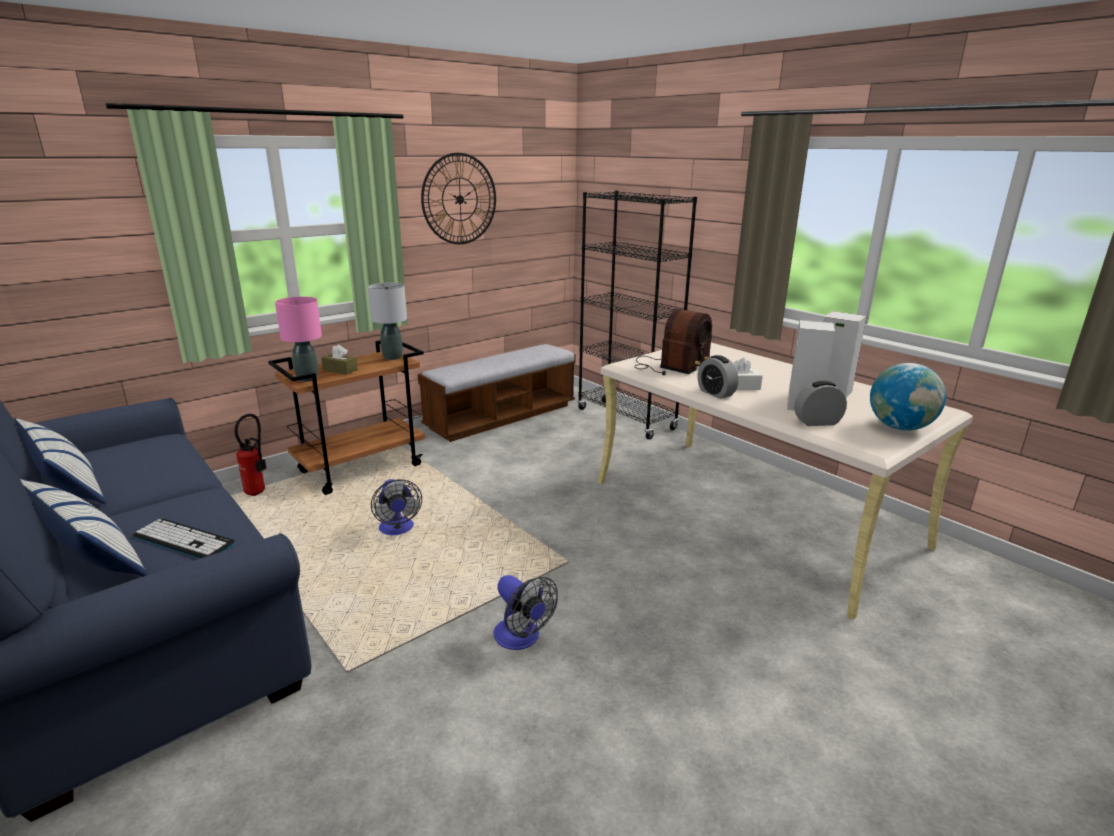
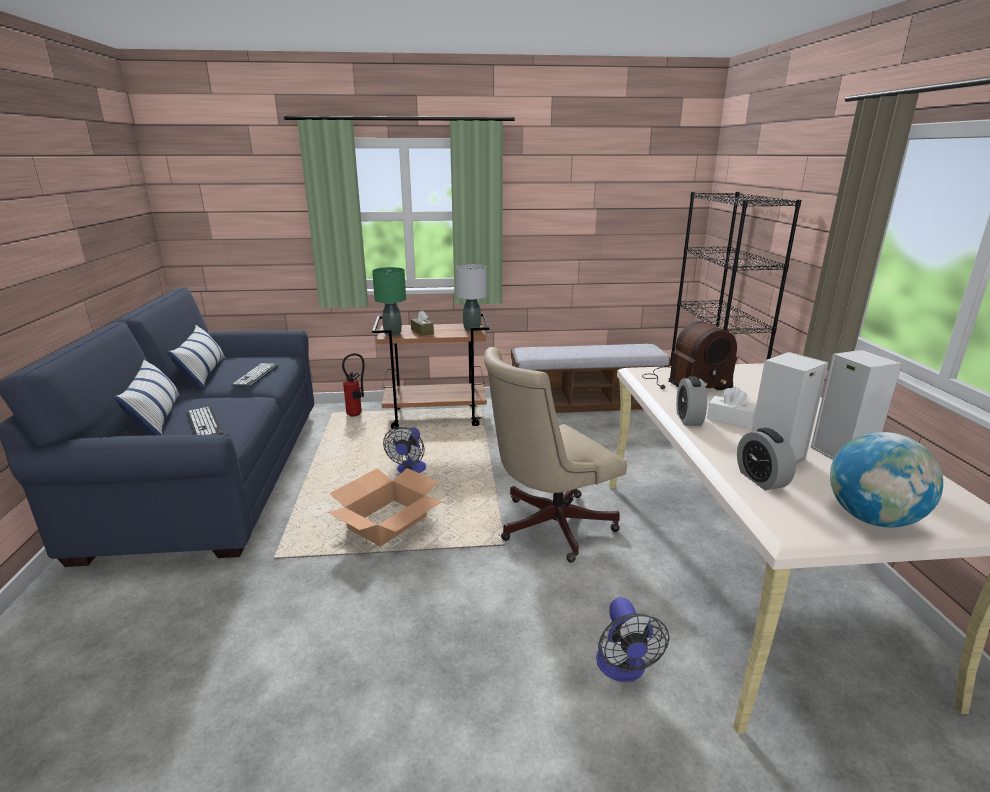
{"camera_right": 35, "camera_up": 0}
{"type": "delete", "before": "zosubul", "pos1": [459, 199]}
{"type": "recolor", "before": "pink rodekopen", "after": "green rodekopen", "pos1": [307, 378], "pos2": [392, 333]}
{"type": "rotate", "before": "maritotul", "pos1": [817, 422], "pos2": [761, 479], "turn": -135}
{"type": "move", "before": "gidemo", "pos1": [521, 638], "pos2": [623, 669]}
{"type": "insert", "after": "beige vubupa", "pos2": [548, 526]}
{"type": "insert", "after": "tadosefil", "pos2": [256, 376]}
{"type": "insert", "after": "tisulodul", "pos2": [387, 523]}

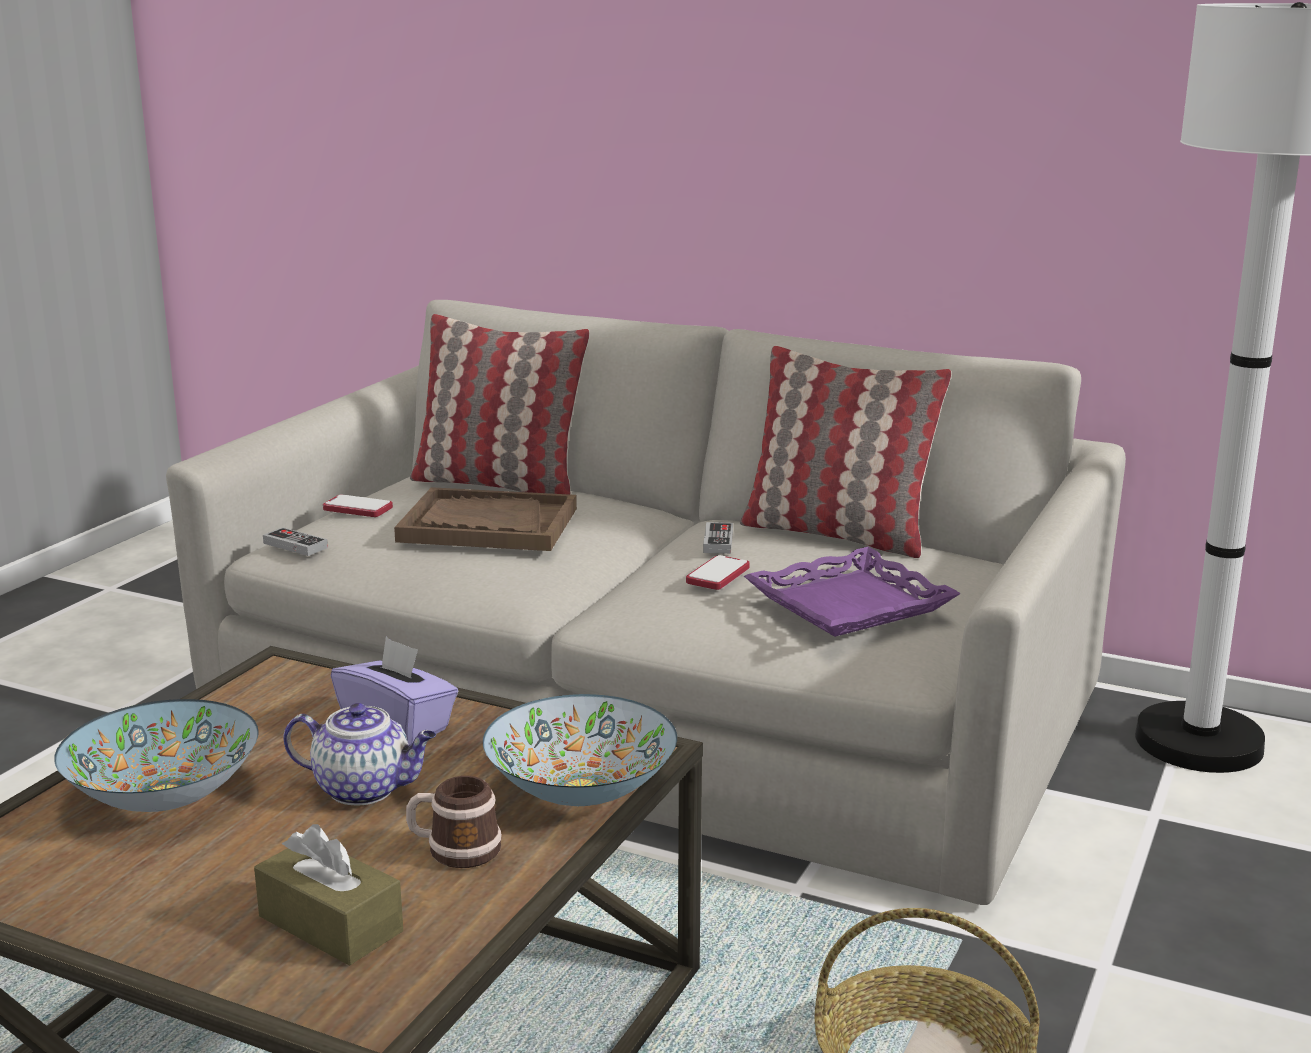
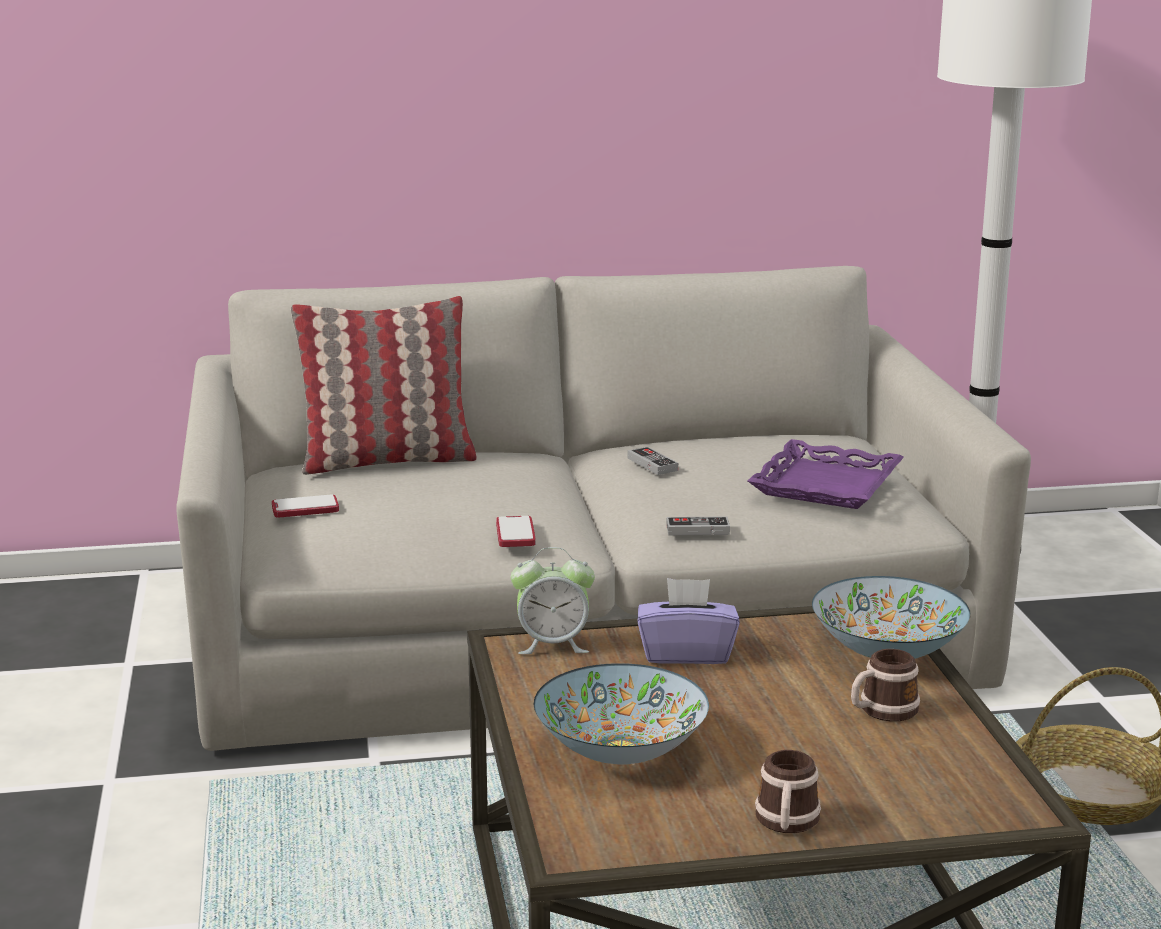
{"camera_right": -35, "camera_up": 0}
{"type": "delete", "before": "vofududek", "pos1": [837, 534]}
{"type": "delete", "before": "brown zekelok", "pos1": [487, 525]}
{"type": "move", "before": "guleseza", "pos1": [295, 545], "pos2": [697, 530]}
{"type": "move", "before": "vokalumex", "pos1": [718, 575], "pos2": [515, 534]}
{"type": "delete", "before": "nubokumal", "pos1": [365, 789]}
{"type": "delete", "before": "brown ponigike", "pos1": [330, 924]}
{"type": "insert", "after": "maritotul", "pos2": [553, 644]}
{"type": "insert", "after": "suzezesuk", "pos2": [786, 823]}

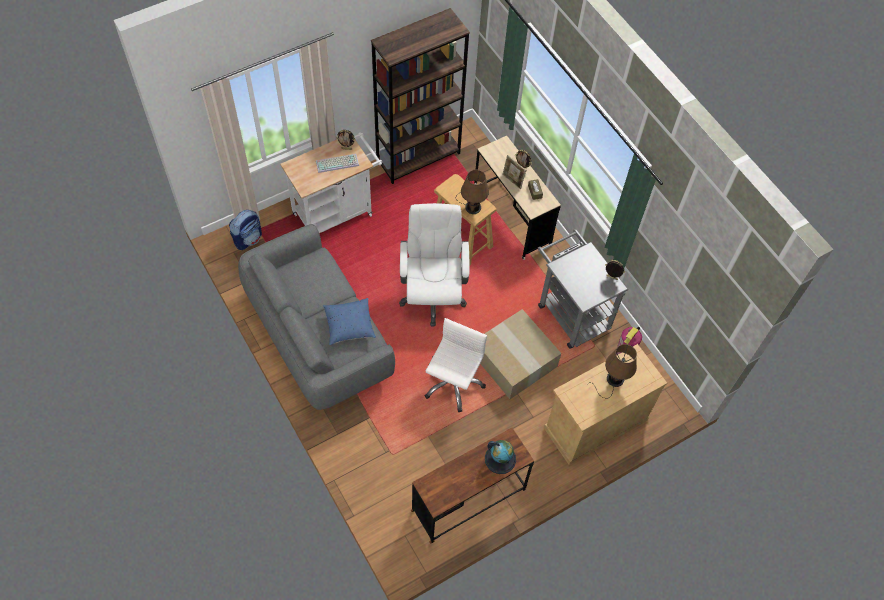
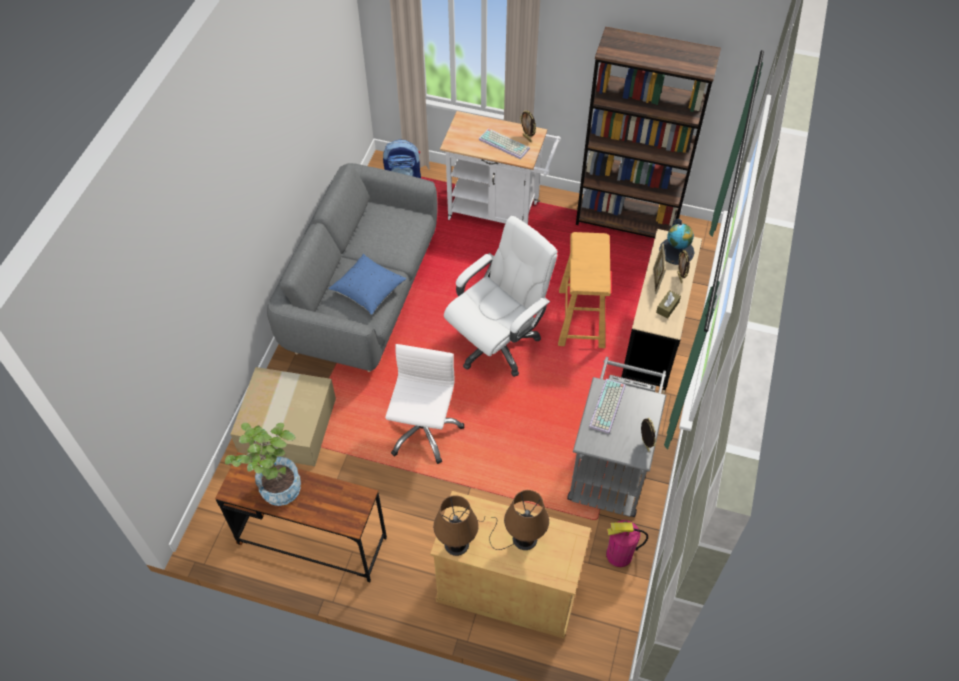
{"camera_right": 50, "camera_up": -5}
{"type": "move", "before": "brown rodekopen", "pos1": [472, 206], "pos2": [457, 541]}
{"type": "move", "before": "tisulodul", "pos1": [513, 360], "pos2": [287, 424]}
{"type": "rotate", "before": "white vubupa", "pos1": [453, 383], "pos2": [423, 430], "turn": -60}
{"type": "move", "before": "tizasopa", "pos1": [500, 459], "pos2": [676, 251]}
{"type": "insert", "after": "tadosefil", "pos2": [608, 407]}
{"type": "insert", "after": "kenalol", "pos2": [276, 484]}

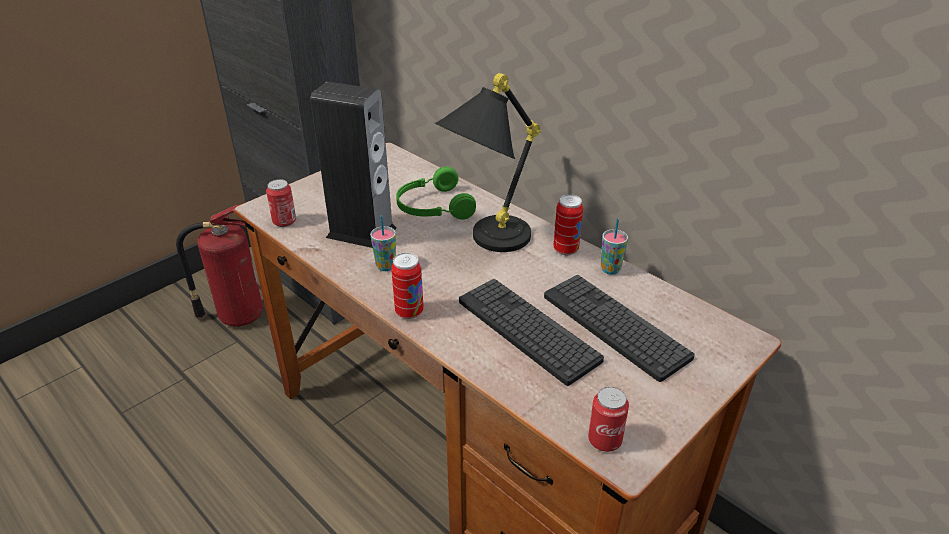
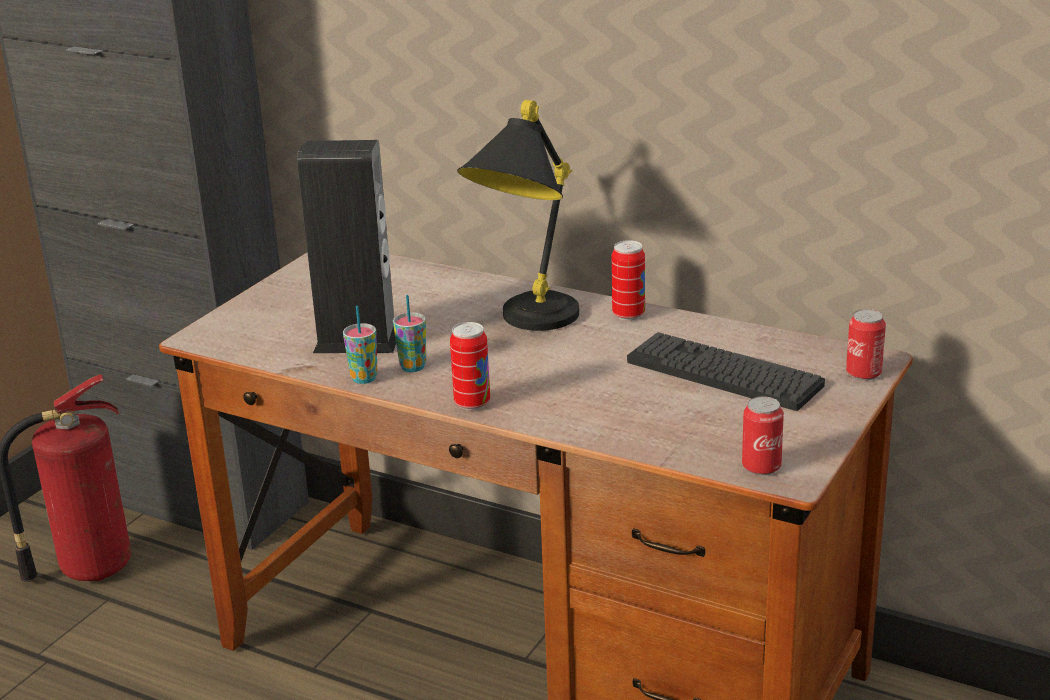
{"camera_right": -15, "camera_up": -10}
{"type": "delete", "before": "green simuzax", "pos1": [432, 207]}
{"type": "move", "before": "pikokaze", "pos1": [284, 221], "pos2": [863, 373]}
{"type": "move", "before": "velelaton", "pos1": [610, 269], "pos2": [364, 378]}
{"type": "delete", "before": "tadosefil", "pos1": [527, 330]}

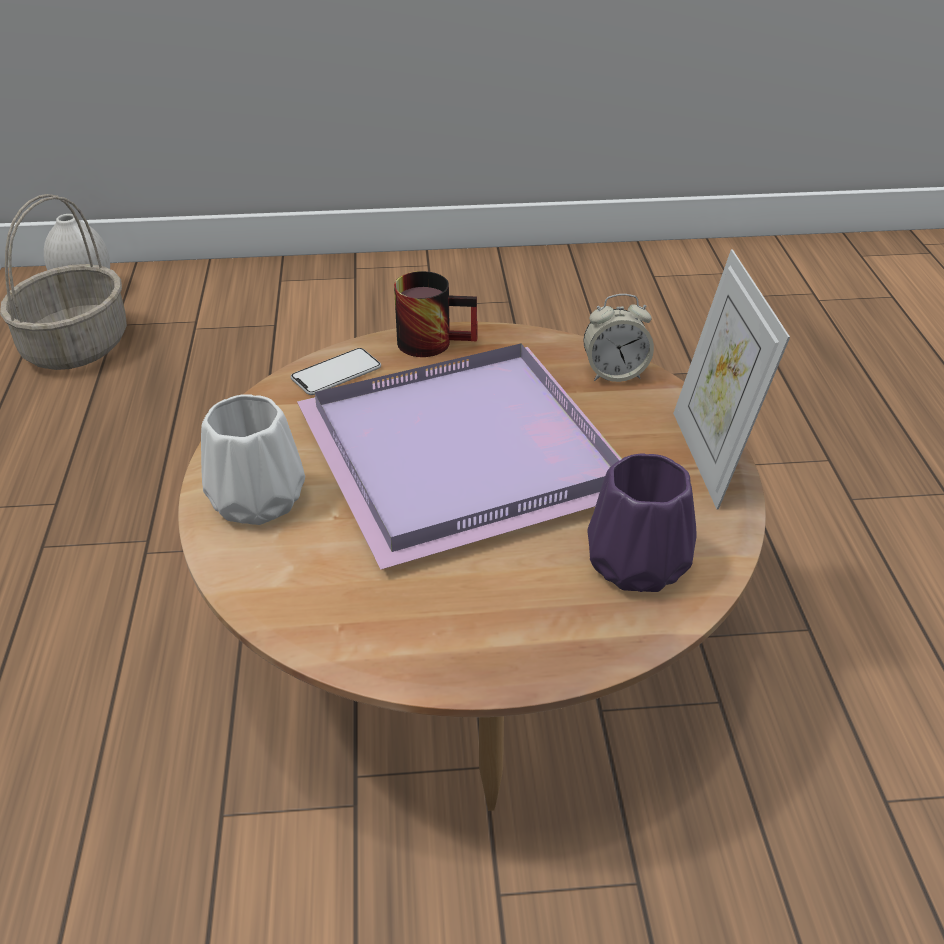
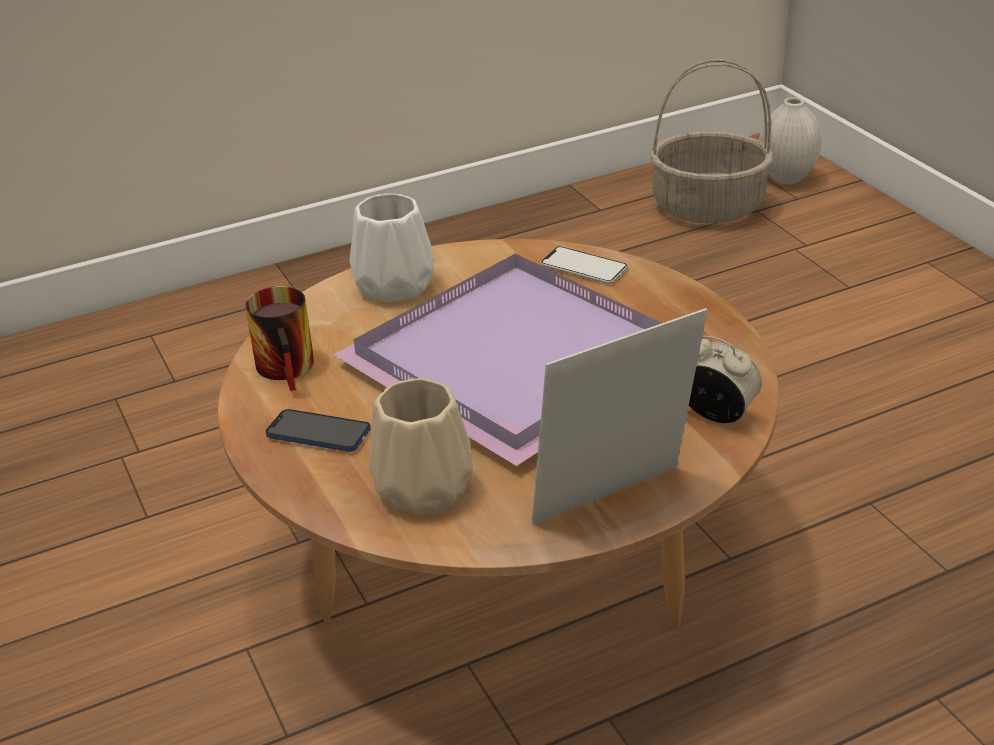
{"camera_right": 70, "camera_up": -5}
{"type": "move", "before": "suzezesuk", "pos1": [434, 340], "pos2": [292, 368]}
{"type": "rotate", "before": "maritotul", "pos1": [614, 373], "pos2": [717, 414], "turn": 150}
{"type": "recolor", "before": "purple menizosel", "after": "beige menizosel", "pos1": [639, 562], "pos2": [425, 489]}
{"type": "insert", "after": "vokalumex", "pos2": [318, 433]}

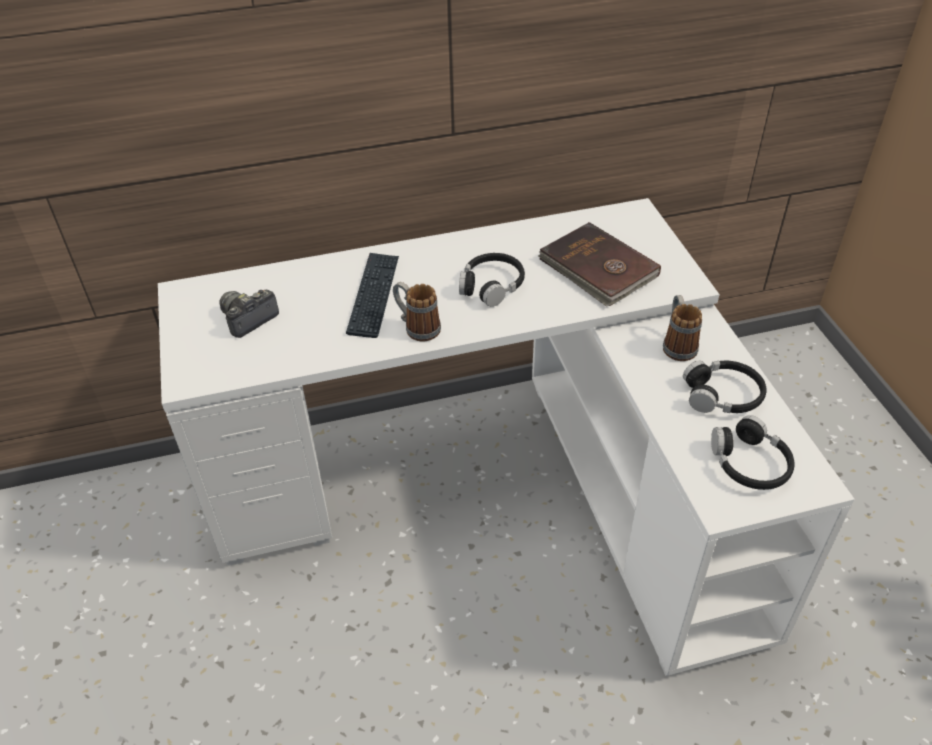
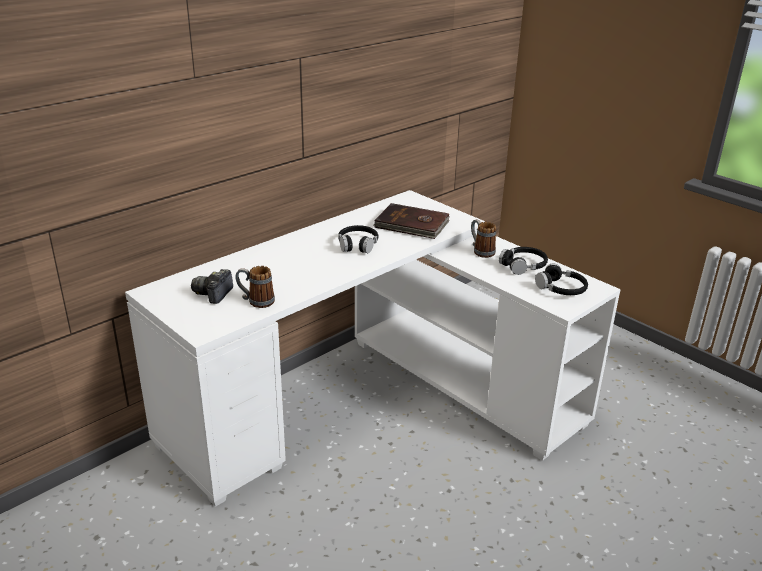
{"camera_right": -30, "camera_up": -15}
{"type": "delete", "before": "tadosefil", "pos1": [374, 295]}
{"type": "move", "before": "suzezesuk", "pos1": [417, 327], "pos2": [256, 301]}

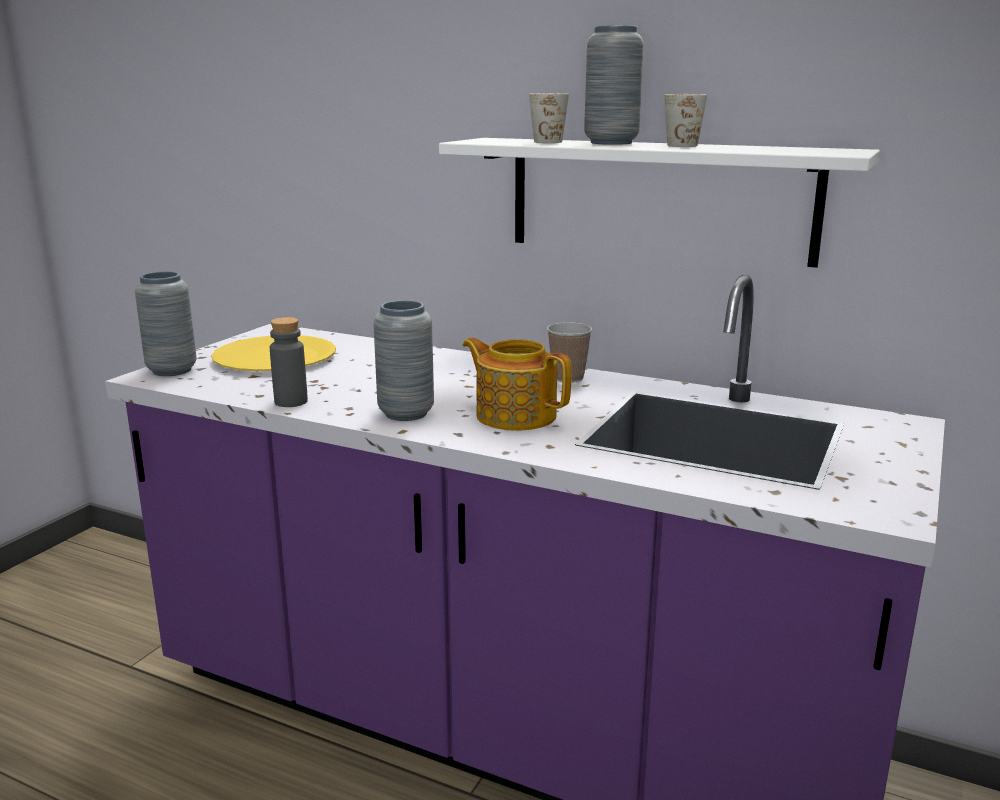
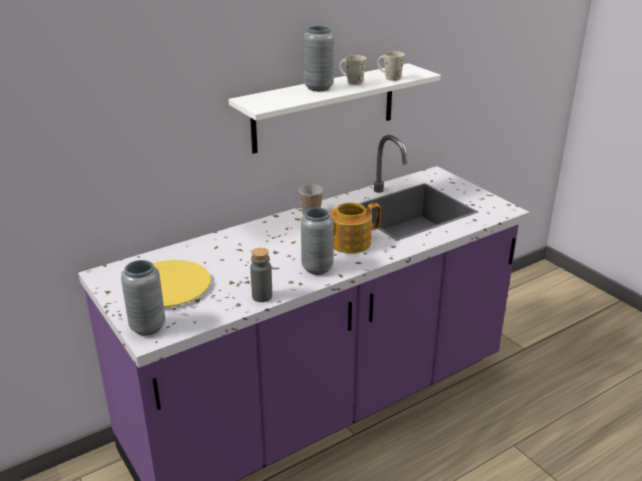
{"camera_right": -60, "camera_up": 10}
{"type": "move", "before": "white suzezesuk", "pos1": [549, 141], "pos2": [388, 77]}

